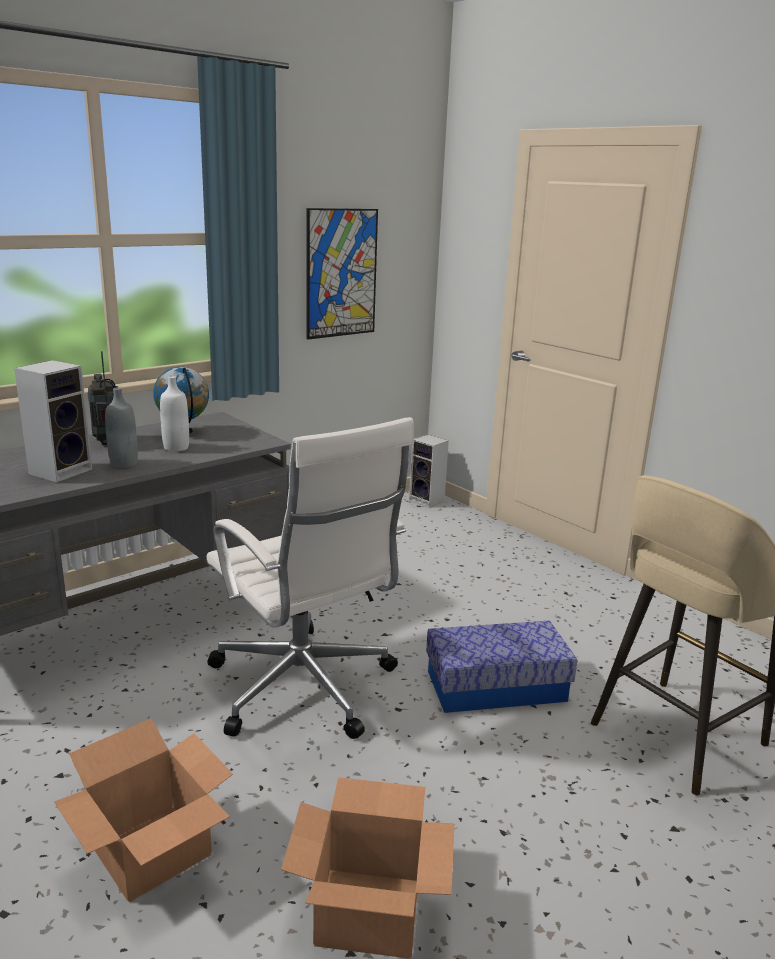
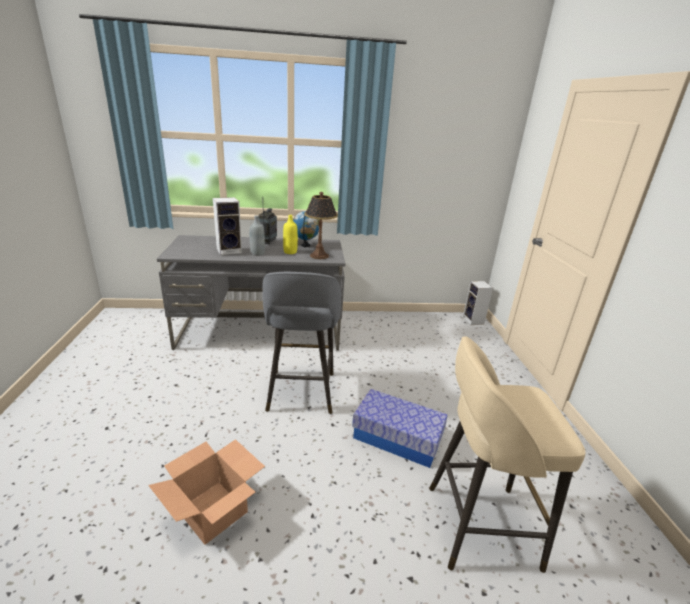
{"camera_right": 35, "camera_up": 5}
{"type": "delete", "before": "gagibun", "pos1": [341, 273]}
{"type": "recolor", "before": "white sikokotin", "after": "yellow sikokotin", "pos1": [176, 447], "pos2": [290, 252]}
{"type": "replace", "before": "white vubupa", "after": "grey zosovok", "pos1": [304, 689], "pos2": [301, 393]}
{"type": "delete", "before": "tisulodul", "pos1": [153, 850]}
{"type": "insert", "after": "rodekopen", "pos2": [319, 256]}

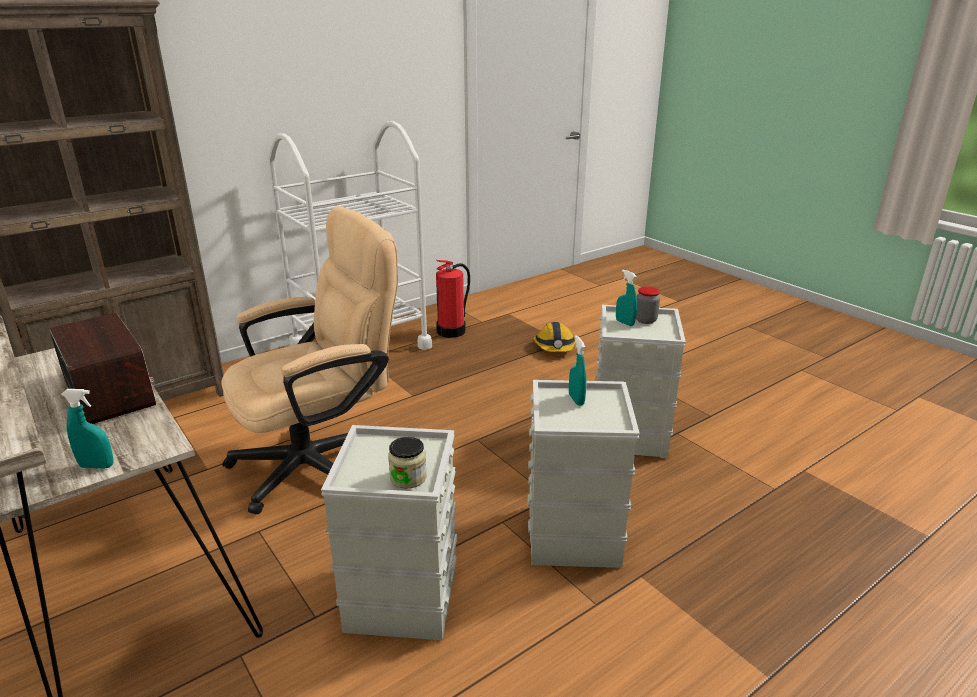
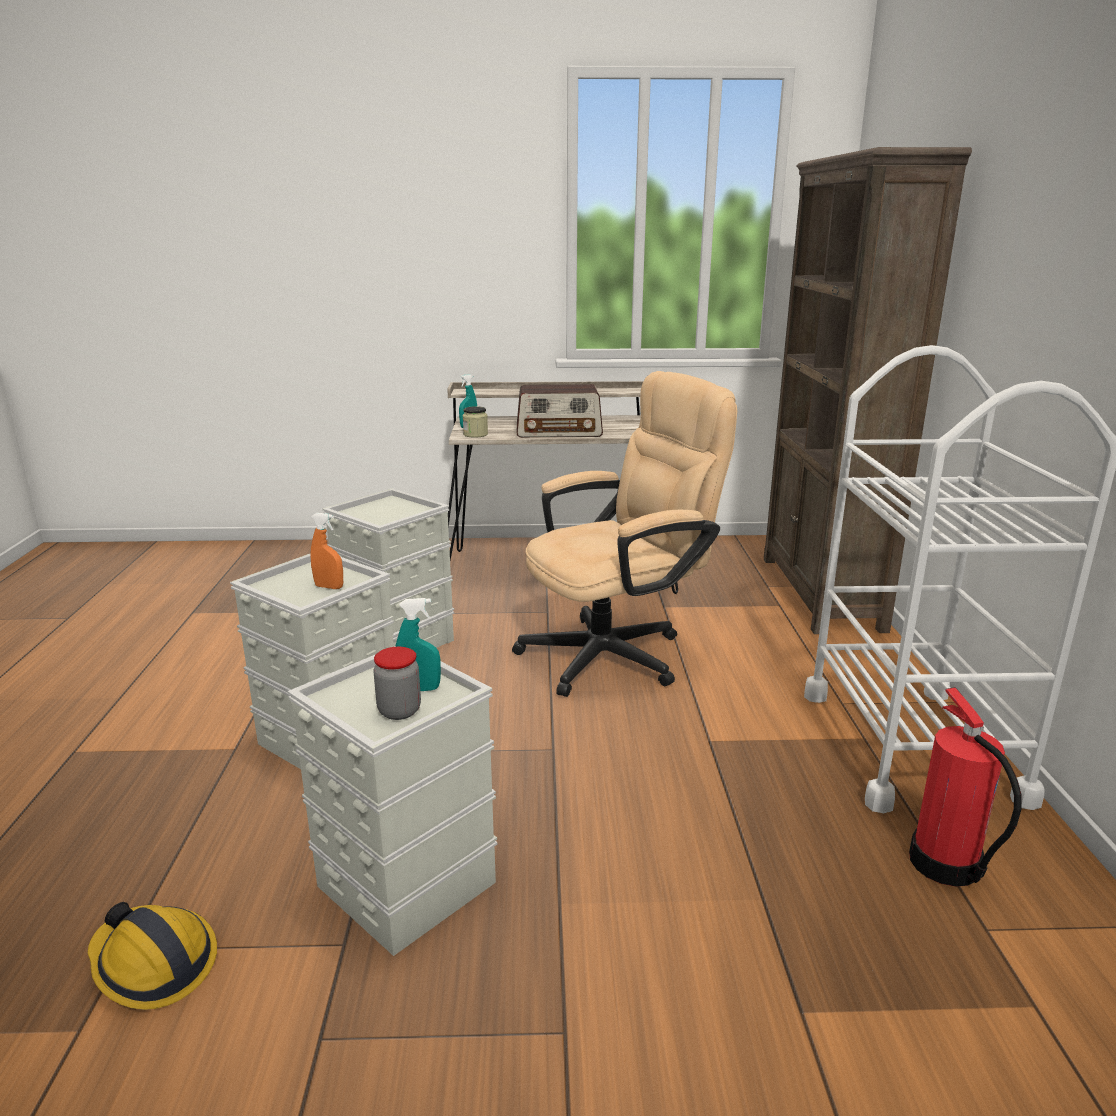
{"camera_right": 125, "camera_up": -5}
{"type": "rotate", "before": "beige vubupa", "pos1": [321, 461], "pos2": [617, 652], "turn": -120}
{"type": "move", "before": "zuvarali", "pos1": [555, 347], "pos2": [153, 964]}
{"type": "recolor", "before": "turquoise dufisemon", "after": "orange dufisemon", "pos1": [576, 400], "pos2": [329, 587]}
{"type": "move", "before": "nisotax", "pos1": [408, 478], "pos2": [475, 434]}

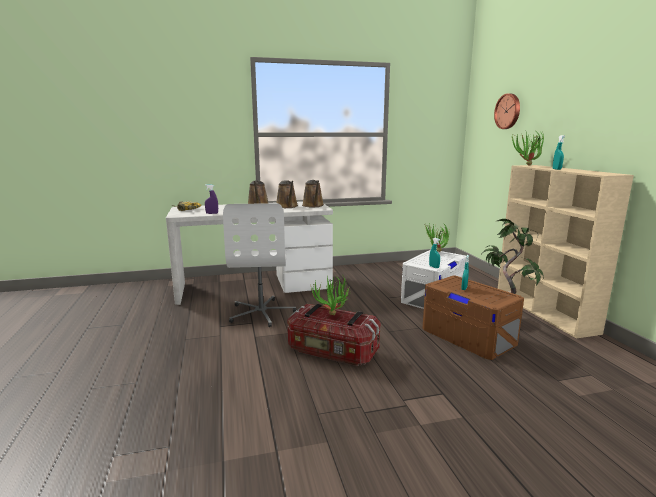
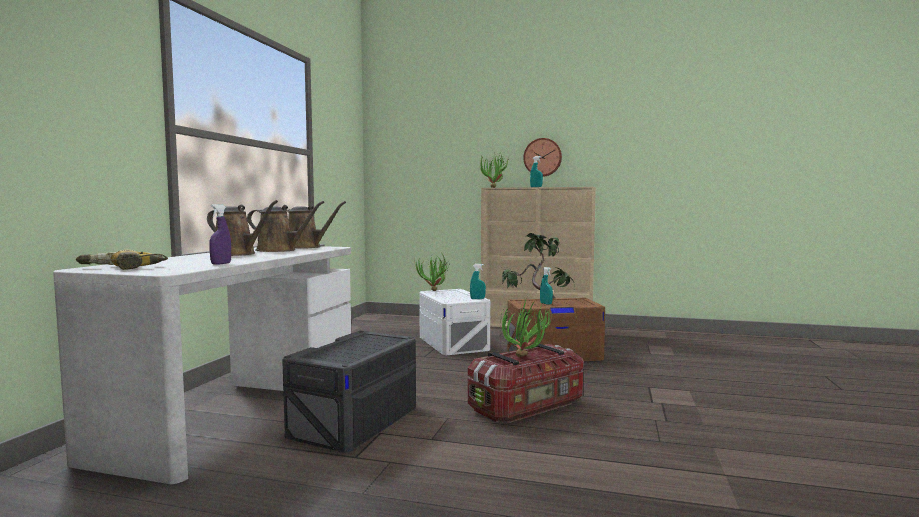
{"camera_right": -60, "camera_up": -10}
{"type": "move", "before": "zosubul", "pos1": [508, 111], "pos2": [542, 157]}
{"type": "replace", "before": "white vubupa", "after": "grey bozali", "pos1": [262, 313], "pos2": [355, 421]}

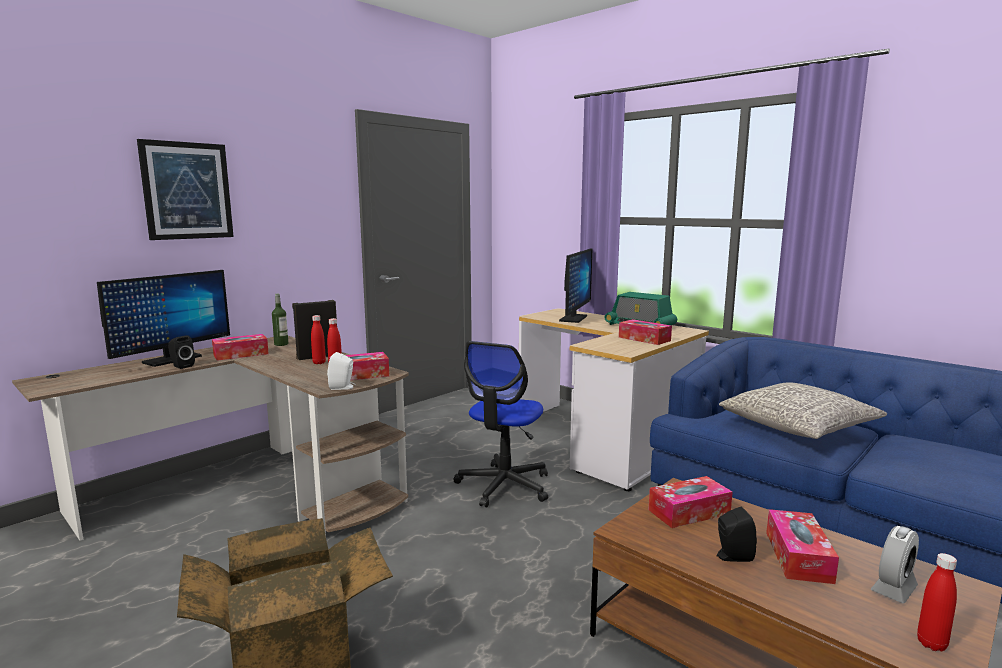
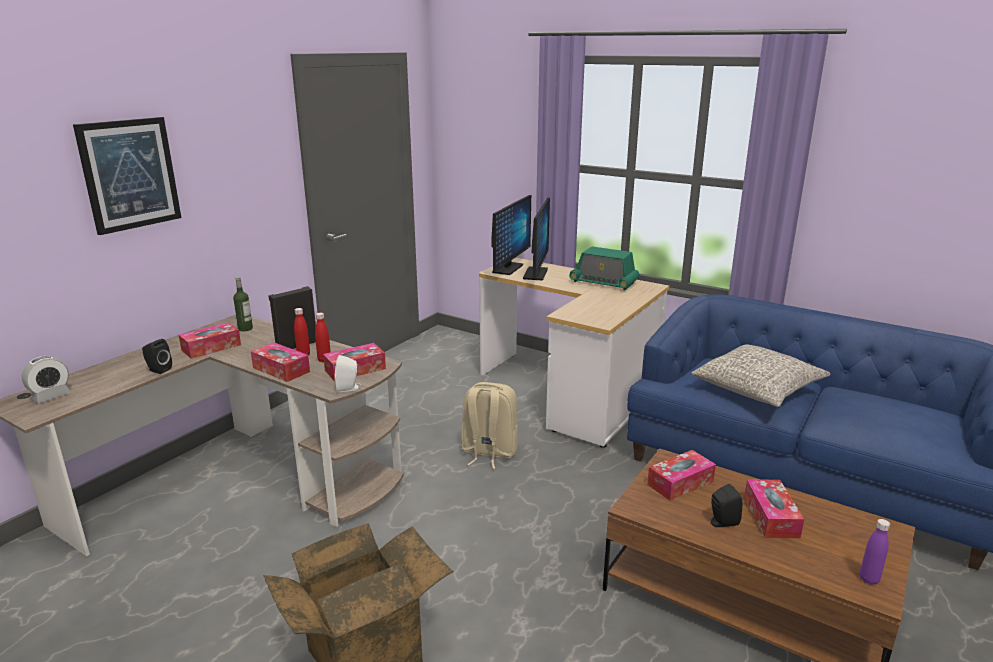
{"camera_right": -10, "camera_up": 10}
{"type": "move", "before": "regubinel", "pos1": [172, 359], "pos2": [507, 268]}
{"type": "move", "before": "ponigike", "pos1": [644, 339], "pos2": [281, 369]}
{"type": "replace", "before": "vubupa", "after": "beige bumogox", "pos1": [504, 485], "pos2": [488, 452]}
{"type": "move", "before": "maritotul", "pos1": [894, 588], "pos2": [51, 396]}
{"type": "recolor", "before": "red sikokotin", "after": "purple sikokotin", "pos1": [931, 644], "pos2": [869, 579]}

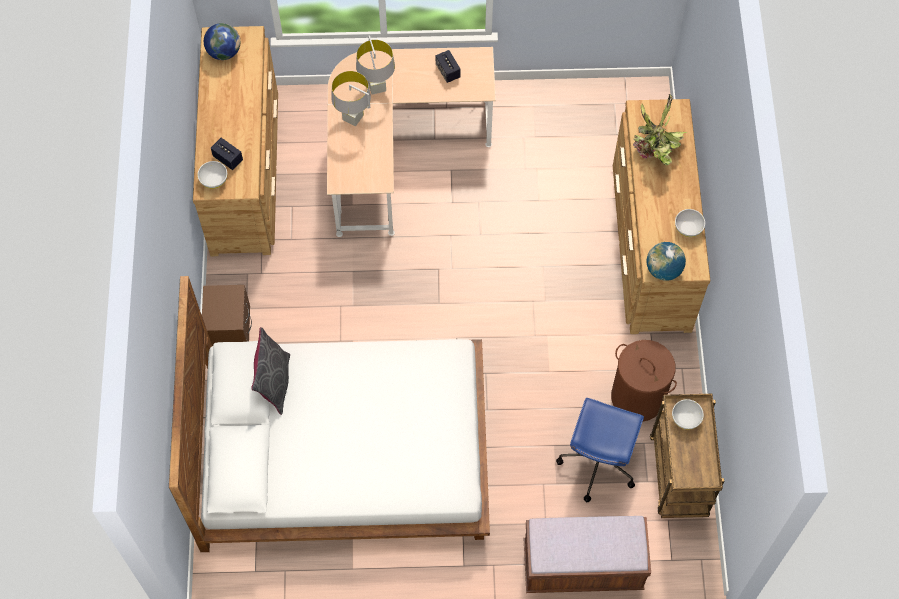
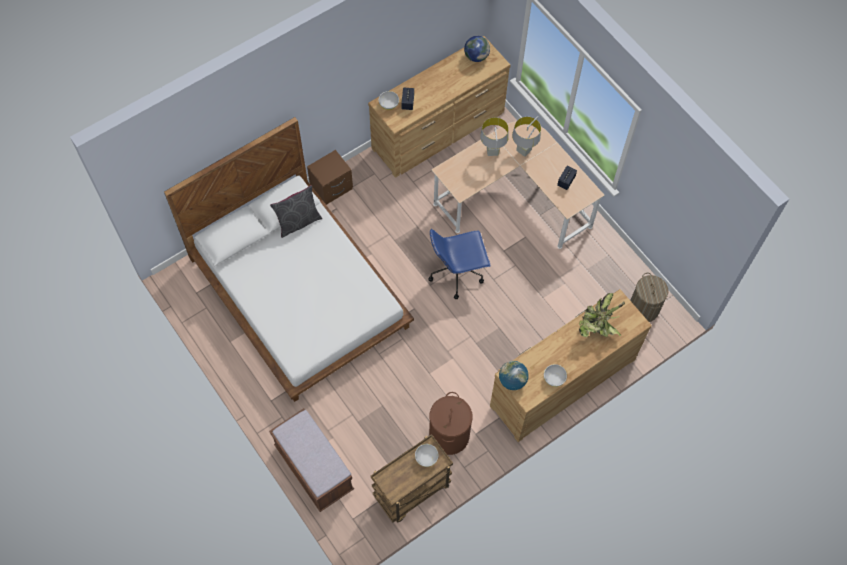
{"camera_right": 55, "camera_up": 0}
{"type": "move", "before": "blue vubupa", "pos1": [597, 462], "pos2": [457, 273]}
{"type": "insert", "after": "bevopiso", "pos2": [643, 308]}

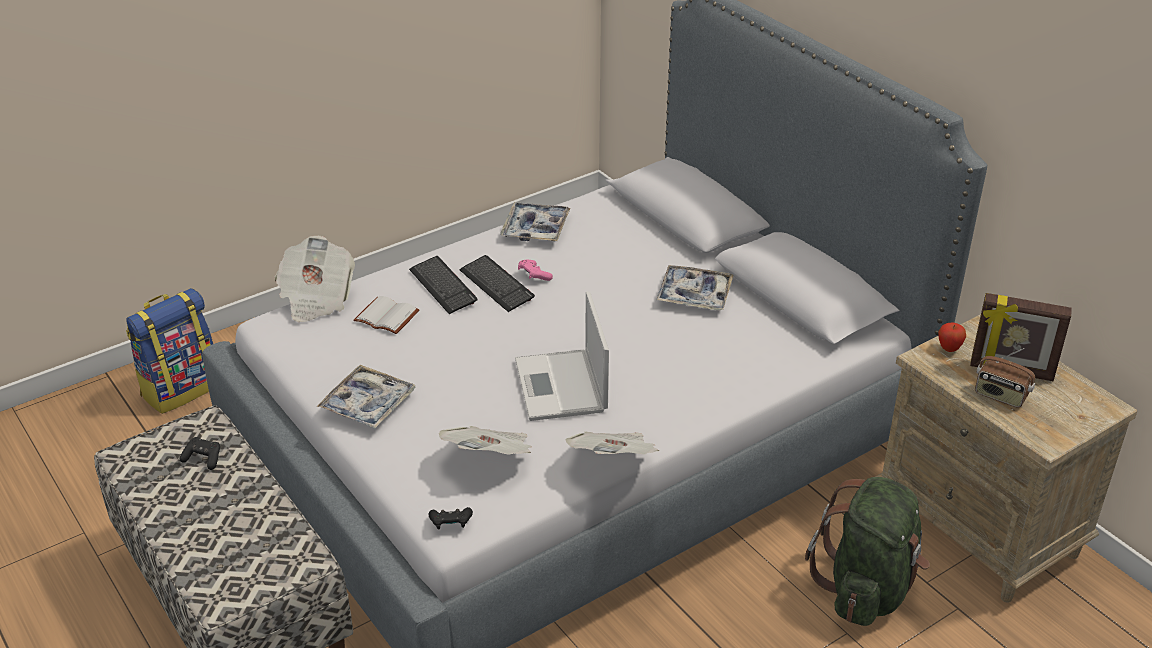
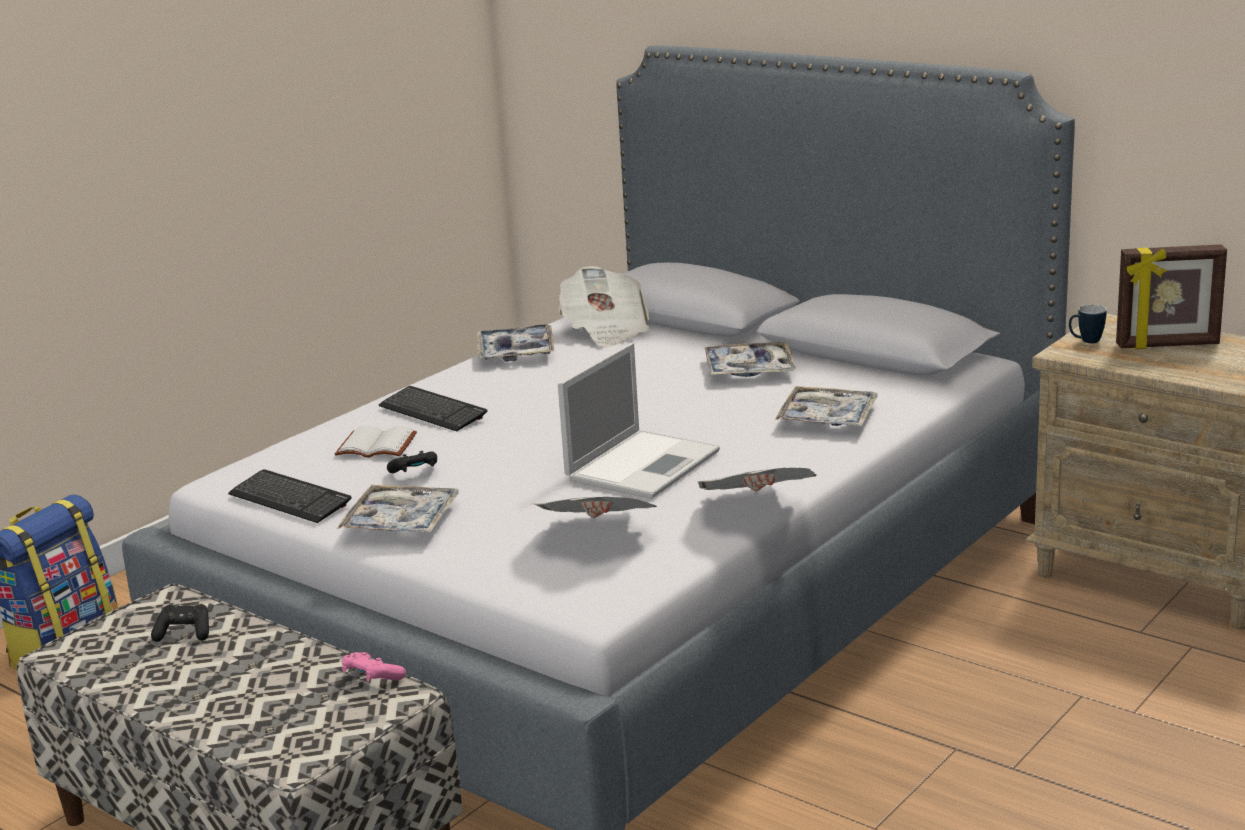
{"camera_right": -15, "camera_up": -15}
{"type": "move", "before": "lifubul", "pos1": [316, 298], "pos2": [606, 331]}
{"type": "move", "before": "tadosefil", "pos1": [496, 285], "pos2": [290, 499]}
{"type": "move", "before": "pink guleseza", "pos1": [534, 276], "pos2": [372, 678]}
{"type": "rotate", "before": "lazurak", "pos1": [561, 387], "pos2": [644, 464], "turn": -120}
{"type": "replace", "before": "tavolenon", "after": "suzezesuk", "pos1": [949, 349], "pos2": [1085, 341]}
{"type": "delete", "before": "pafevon", "pos1": [1000, 396]}
{"type": "delete", "before": "green bumogox", "pos1": [867, 588]}
{"type": "move", "before": "black guleseza", "pos1": [451, 524], "pos2": [415, 472]}
{"type": "insert", "after": "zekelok", "pos2": [827, 418]}

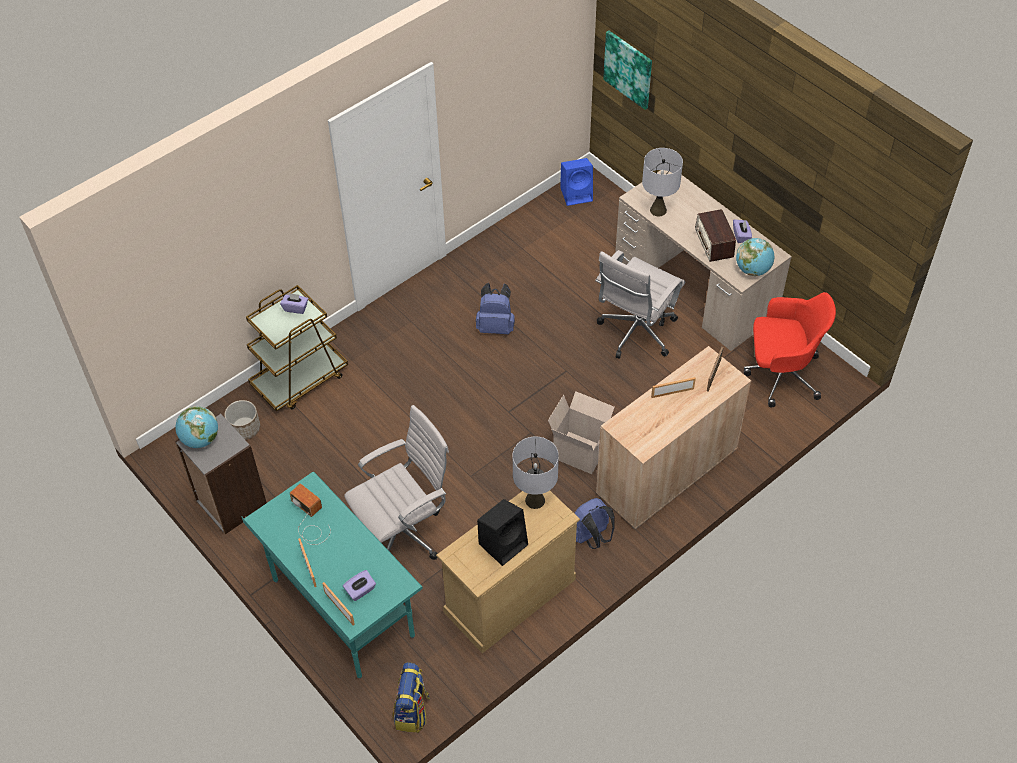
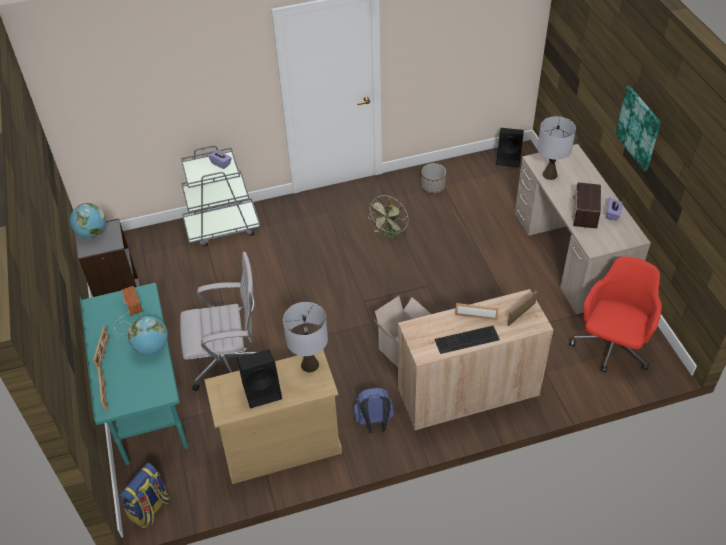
{"camera_right": 25, "camera_up": -5}
{"type": "move", "before": "gagibun", "pos1": [628, 69], "pos2": [639, 127]}
{"type": "recolor", "before": "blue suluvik", "after": "black suluvik", "pos1": [577, 194], "pos2": [509, 158]}
{"type": "move", "before": "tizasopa", "pos1": [753, 270], "pos2": [152, 347]}
{"type": "delete", "before": "white vubupa", "pos1": [635, 334]}
{"type": "replace", "before": "blue bumogox", "after": "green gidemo", "pos1": [496, 326], "pos2": [390, 235]}
{"type": "recolor", "before": "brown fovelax", "after": "grey fovelax", "pos1": [300, 379], "pos2": [223, 227]}
{"type": "rotate", "before": "red vubupa", "pos1": [780, 374], "pos2": [611, 347], "turn": -90}
{"type": "move", "before": "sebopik", "pos1": [245, 428], "pos2": [433, 186]}
{"type": "delete", "before": "purple ponigike", "pos1": [360, 590]}
{"type": "insert", "after": "tadosefil", "pos2": [466, 340]}

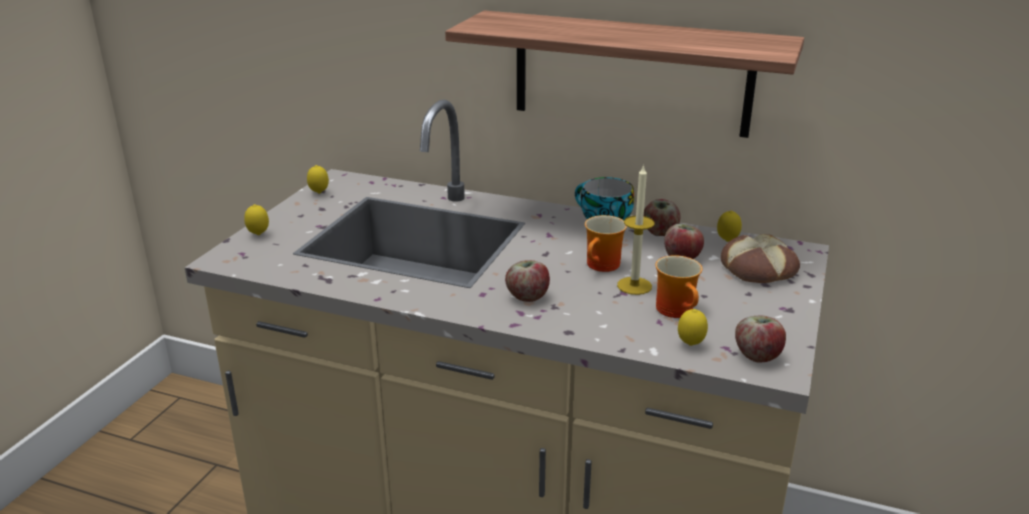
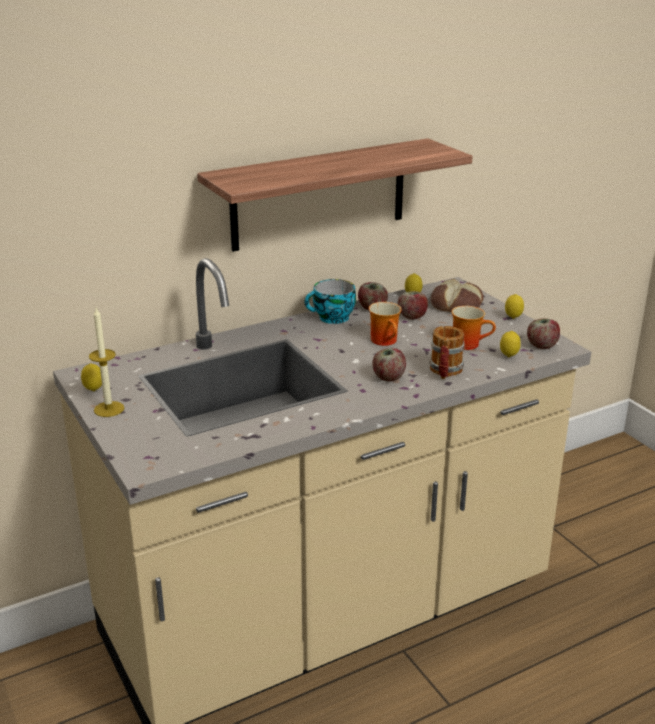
{"camera_right": -50, "camera_up": 0}
{"type": "move", "before": "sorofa", "pos1": [634, 286], "pos2": [109, 409]}
{"type": "move", "before": "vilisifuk", "pos1": [258, 235], "pos2": [513, 318]}
{"type": "insert", "after": "suzezesuk", "pos2": [445, 372]}

